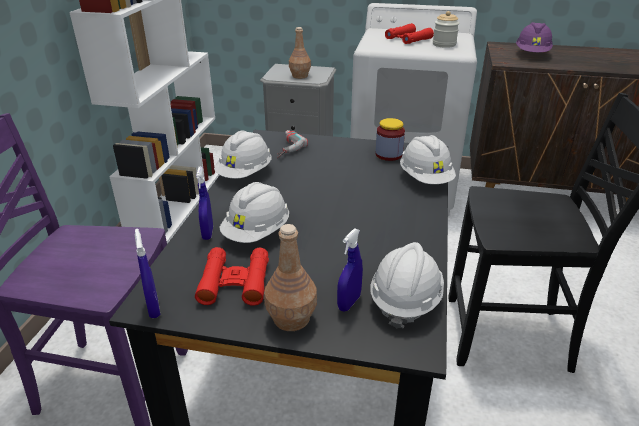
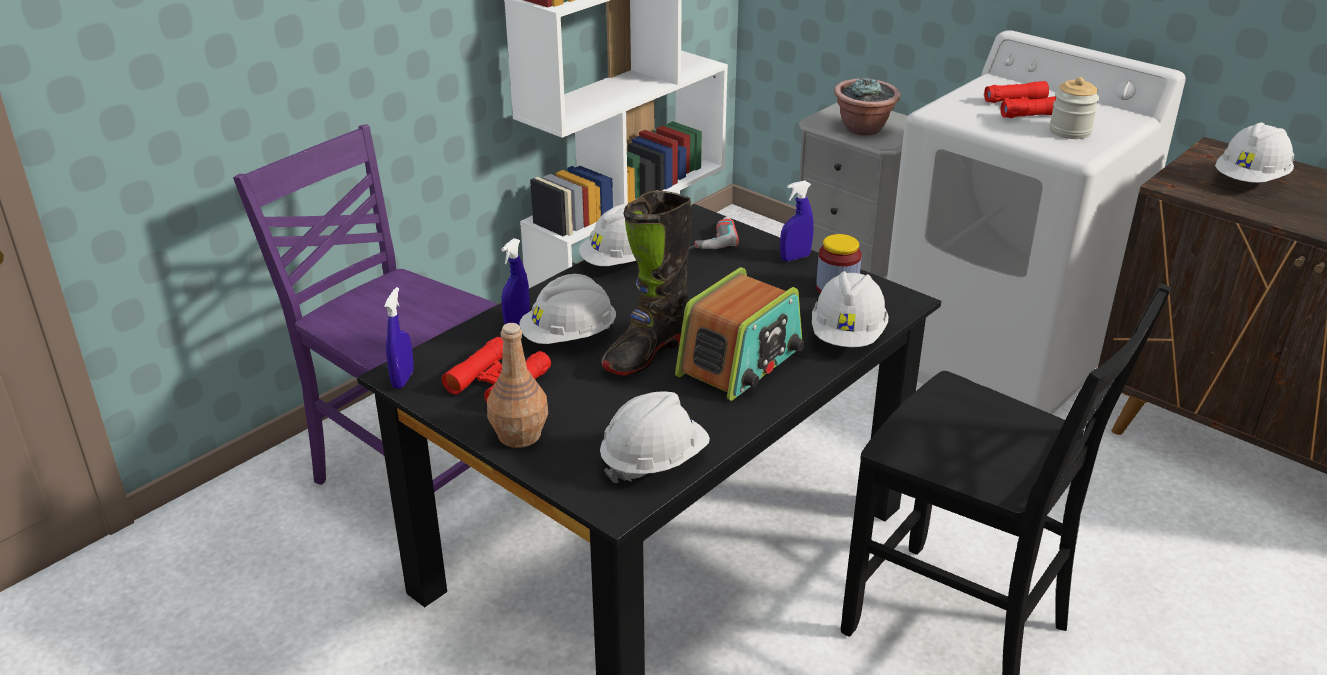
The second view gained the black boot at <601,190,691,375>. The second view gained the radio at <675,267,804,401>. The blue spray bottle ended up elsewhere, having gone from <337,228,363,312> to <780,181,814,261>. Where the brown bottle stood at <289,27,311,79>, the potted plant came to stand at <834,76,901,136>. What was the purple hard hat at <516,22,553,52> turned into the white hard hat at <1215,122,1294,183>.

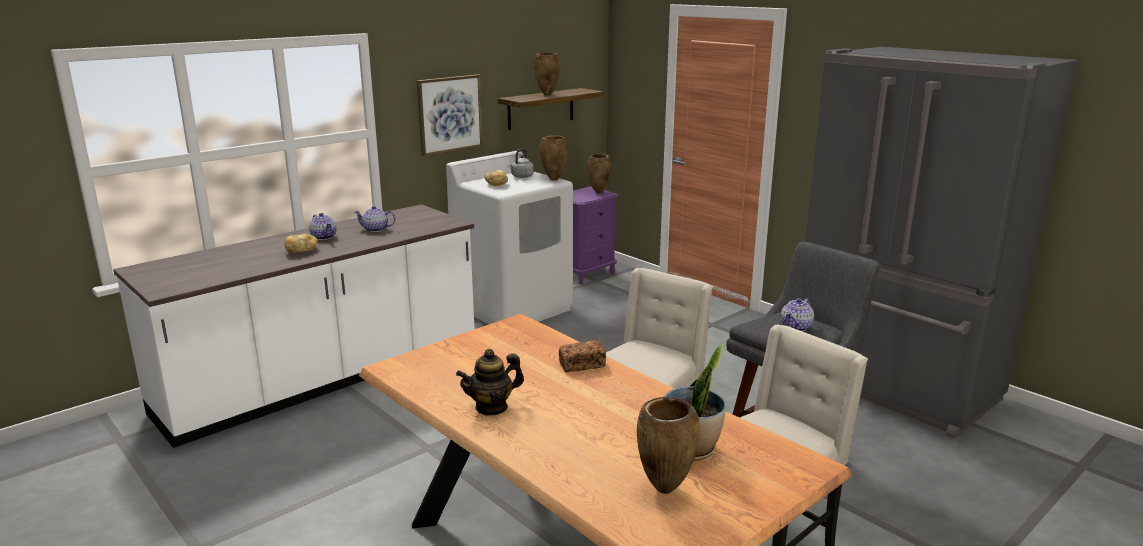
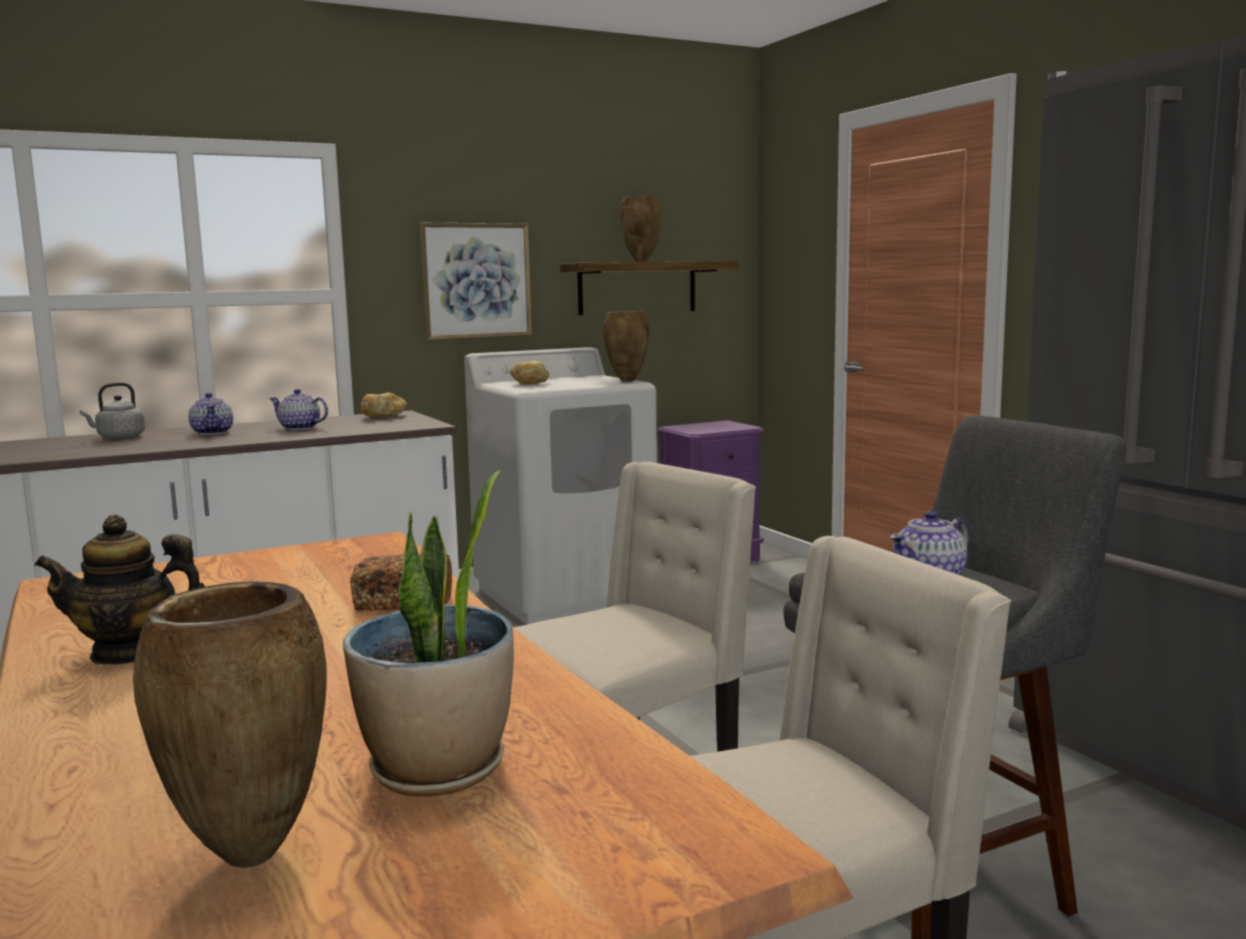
The second view lost the brown vase at <587,154,612,193>. The bread ended up elsewhere, having gone from <284,234,318,253> to <360,393,407,417>. The grey kettle ended up elsewhere, having gone from <510,148,534,178> to <80,383,145,439>.

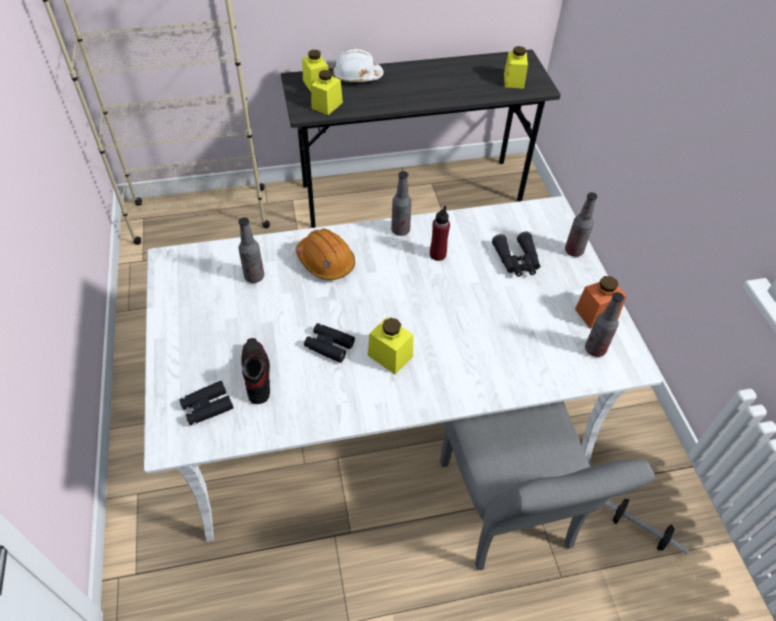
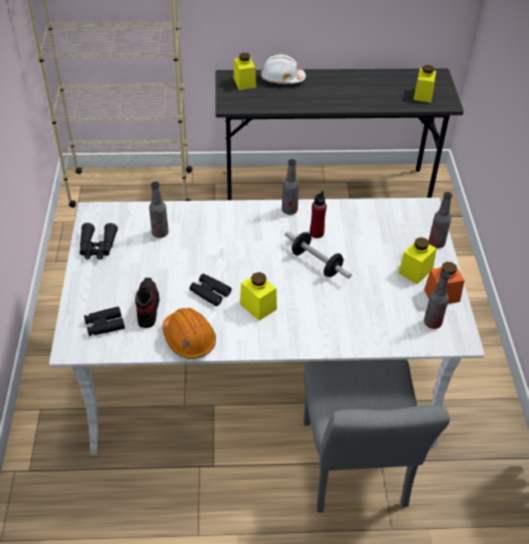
The orange hard hat ended up elsewhere, having gone from <296,229,355,280> to <162,308,216,359>. The yellow jar ended up elsewhere, having gone from <311,70,343,115> to <399,237,437,284>. The black binoculars ended up elsewhere, having gone from <492,232,540,277> to <80,223,118,260>. The dumbbell ended up elsewhere, having gone from <604,499,689,554> to <285,231,352,279>.

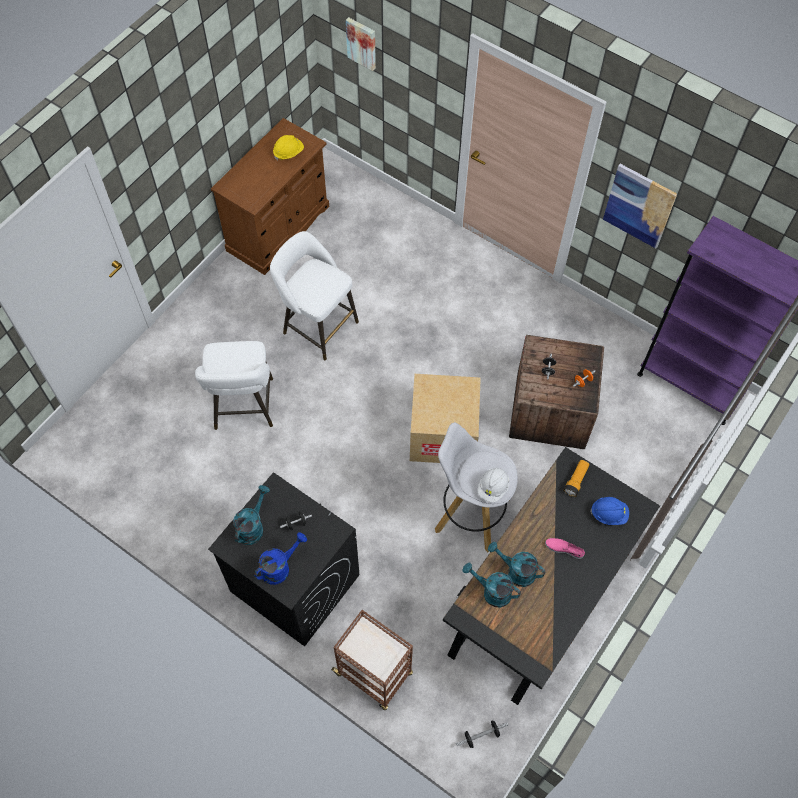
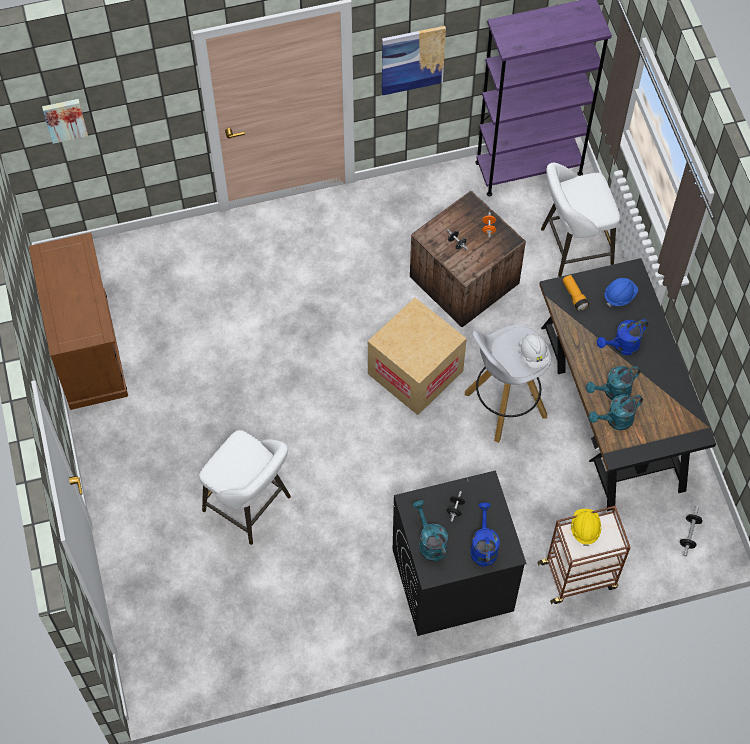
The white stool ended up elsewhere, having gone from <270,231,359,360> to <541,163,620,277>. The yellow hard hat ended up elsewhere, having gone from <273,135,304,161> to <571,509,601,546>. Where the pink shoe stood at <545,538,585,559>, the blue watering can came to stand at <597,319,648,355>.

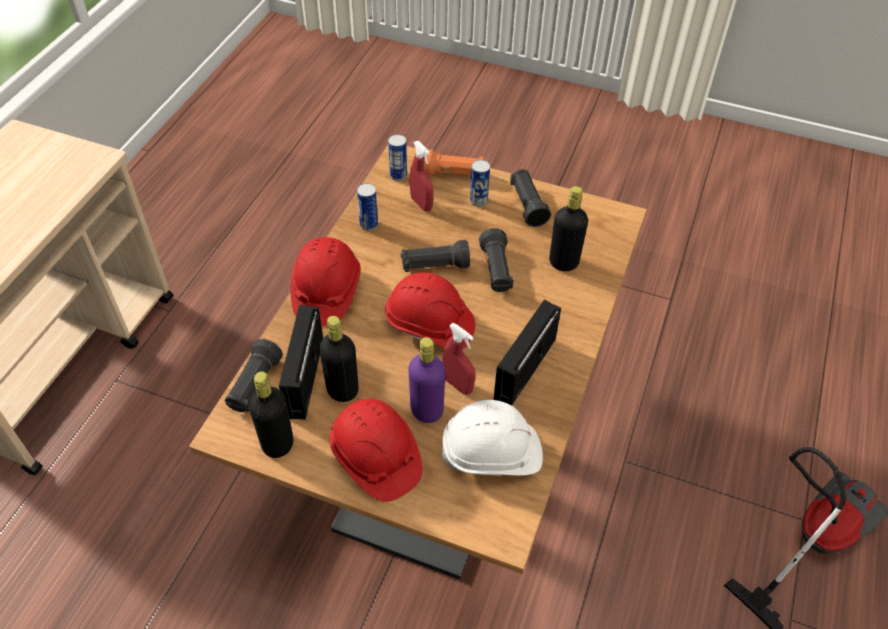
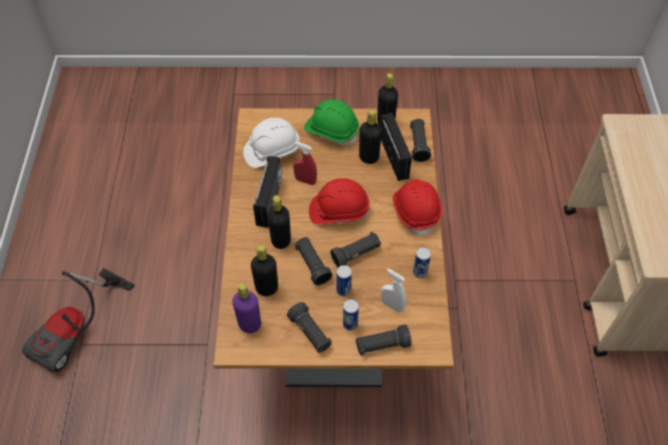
The second view gained the black bottle at <267,195,291,249>. The can ended up elsewhere, having gone from <388,134,407,181> to <337,265,352,296>. The purple bottle ended up elsewhere, having gone from <408,337,446,423> to <232,283,261,333>. What was the red hard hat at <329,399,423,502> turned into the green hard hat at <304,99,359,146>. What was the red spray bottle at <410,141,433,211> turned into the white spray bottle at <381,269,407,313>. What was the orange flashlight at <424,149,484,176> turned into the black flashlight at <355,325,412,356>.

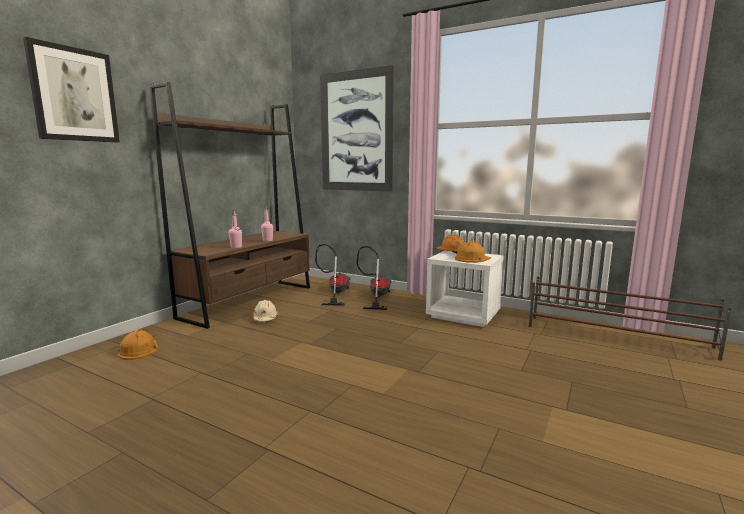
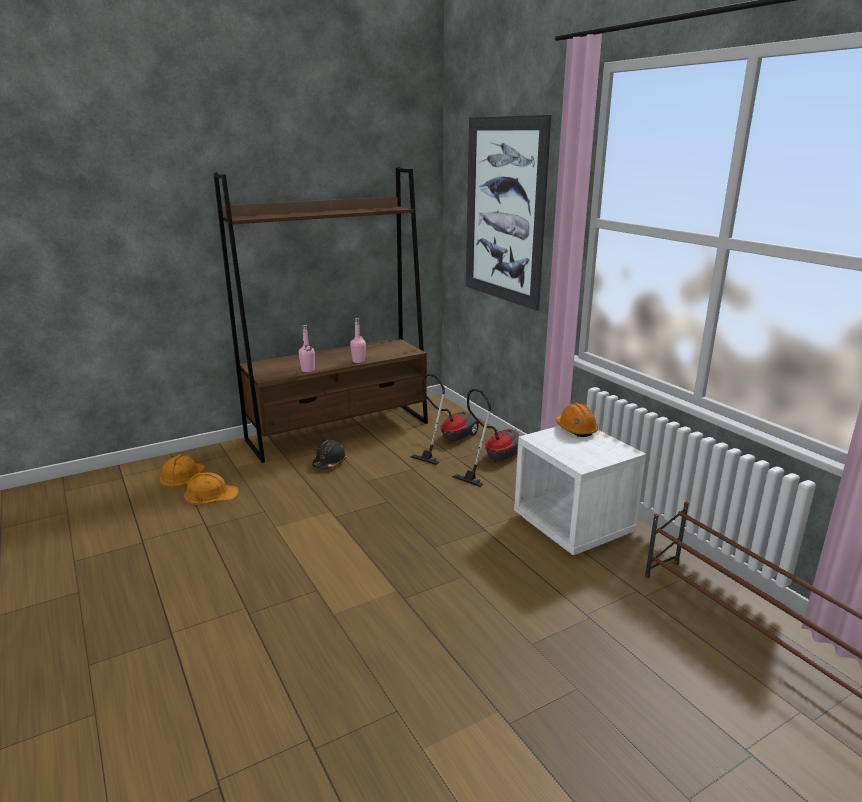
The second view lost the picture at <23,37,120,143>. The orange hard hat ended up elsewhere, having gone from <455,241,491,263> to <184,472,238,505>. What was the beige hard hat at <253,300,278,321> turned into the black hard hat at <312,440,347,469>.

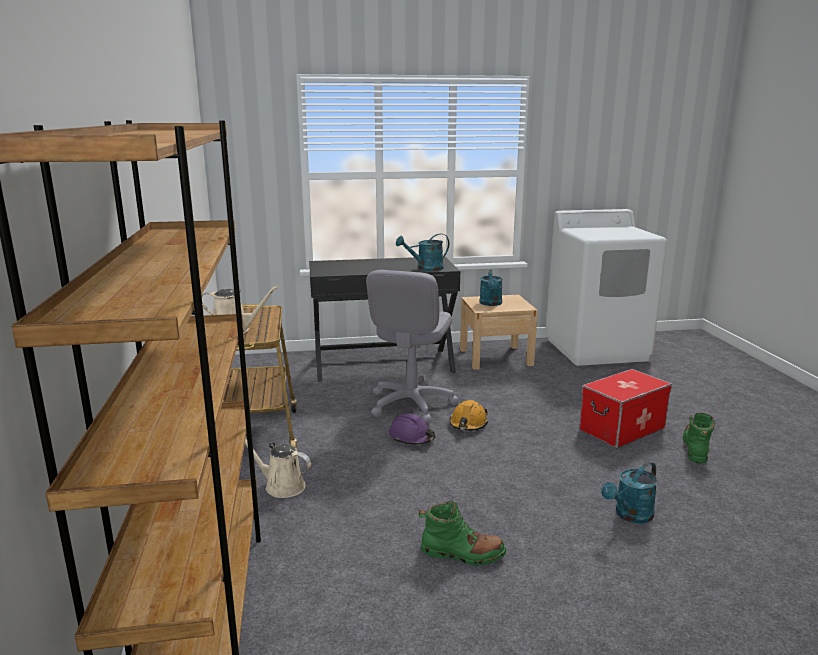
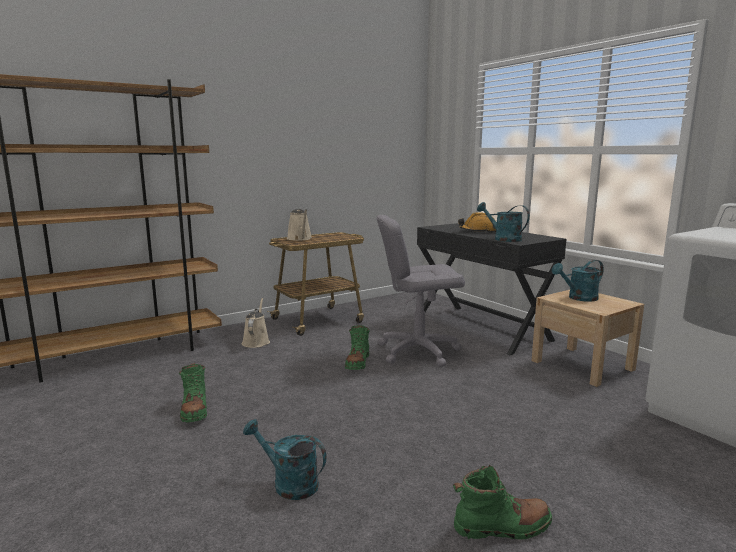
The second view lost the storage box at <579,369,672,448>. The orange hard hat ended up elsewhere, having gone from <449,400,488,431> to <458,212,496,233>. Where the purple hard hat stood at <389,413,435,445>, the green boot came to stand at <345,325,370,370>.

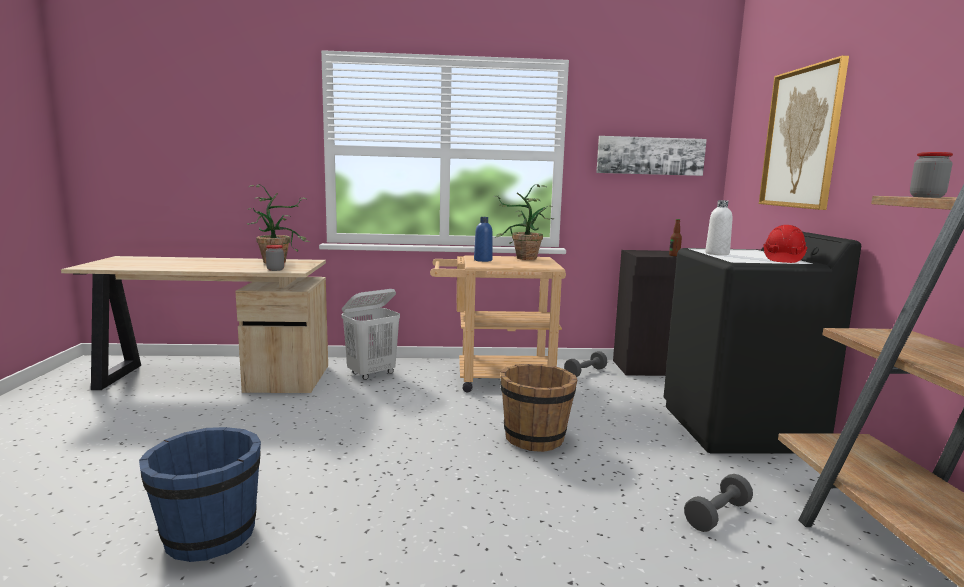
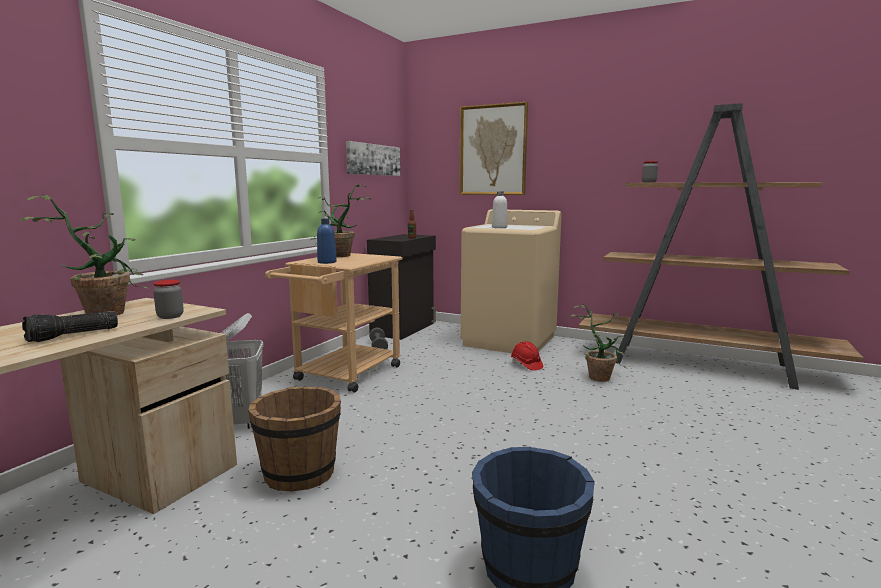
The second view gained the flashlight at <22,311,118,342>. The brown bucket ended up elsewhere, having gone from <500,364,578,452> to <248,386,341,491>. The red hard hat ended up elsewhere, having gone from <763,225,807,263> to <511,341,543,371>. Where the grey dumbbell stood at <684,474,753,532>, the potted plant came to stand at <569,304,629,382>. What was the black washing machine at <663,232,861,454> turned into the beige washing machine at <461,209,562,353>.

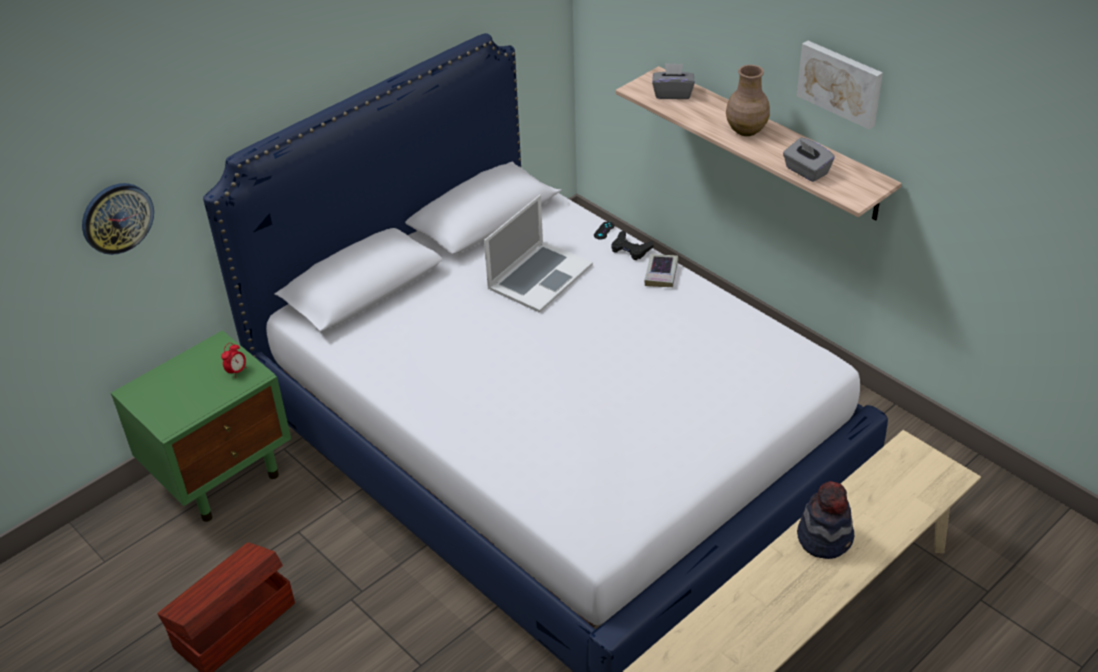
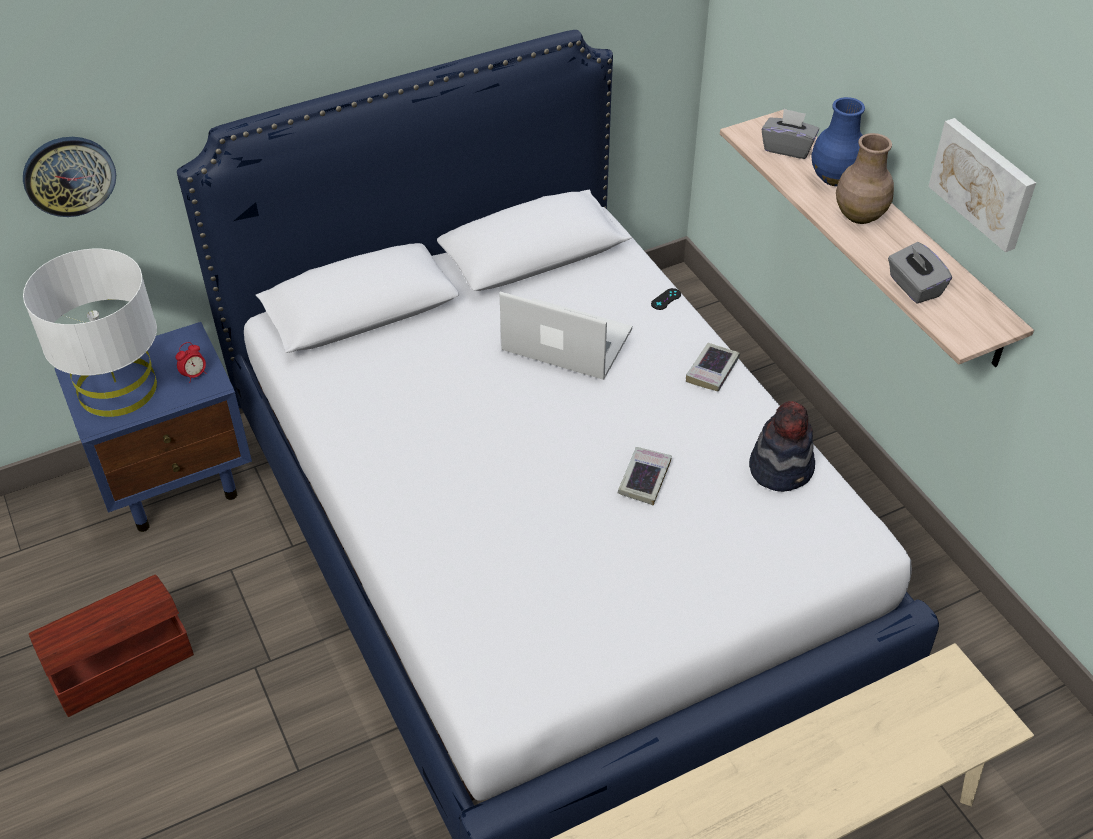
The second view lost the black game controller at <611,230,653,260>. The second view gained the white table lamp at <23,249,157,417>. The second view gained the book at <618,447,672,505>. The second view gained the blue vase at <811,97,865,186>. The hat ended up elsewhere, having gone from <797,481,854,559> to <749,401,815,492>. What was the green nightstand at <111,330,291,522> turned into the blue nightstand at <54,322,252,532>. The laptop at <484,195,593,313> ended up facing another way, 120 degrees counterclockwise from before.

